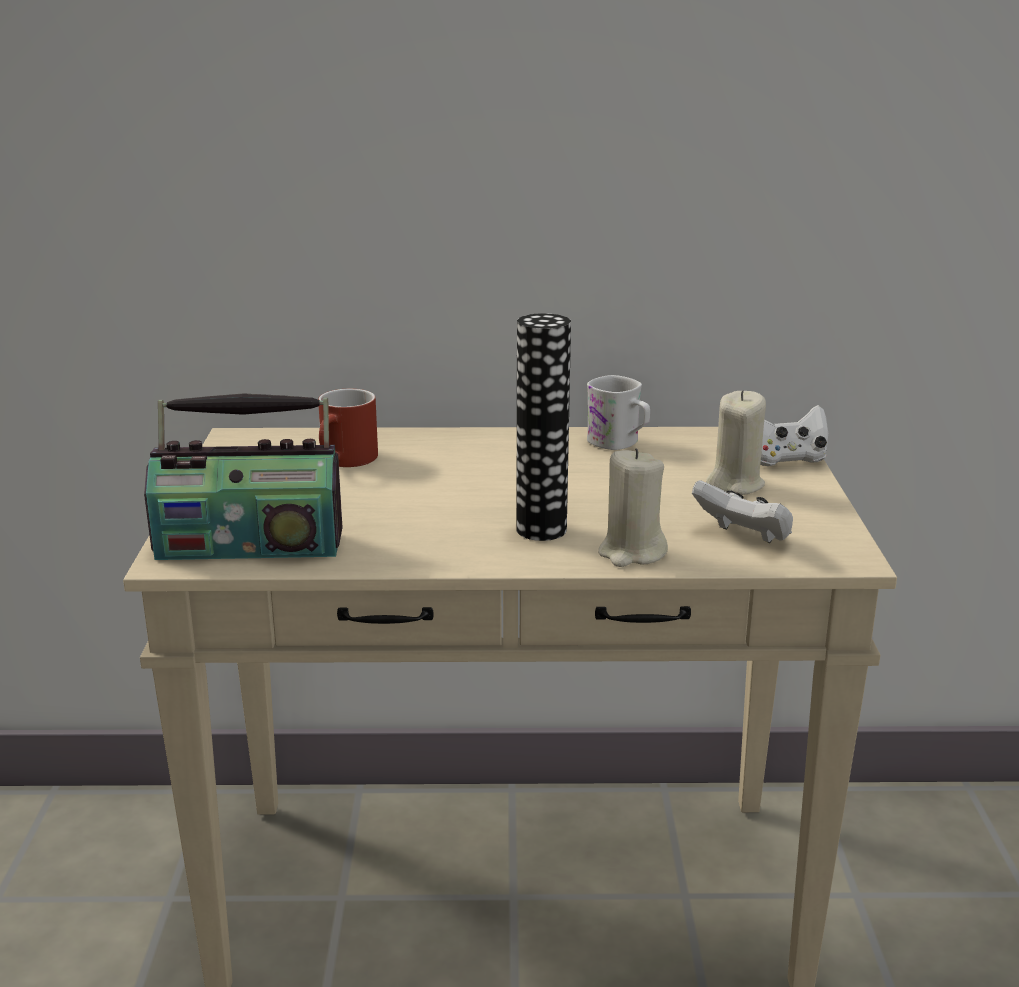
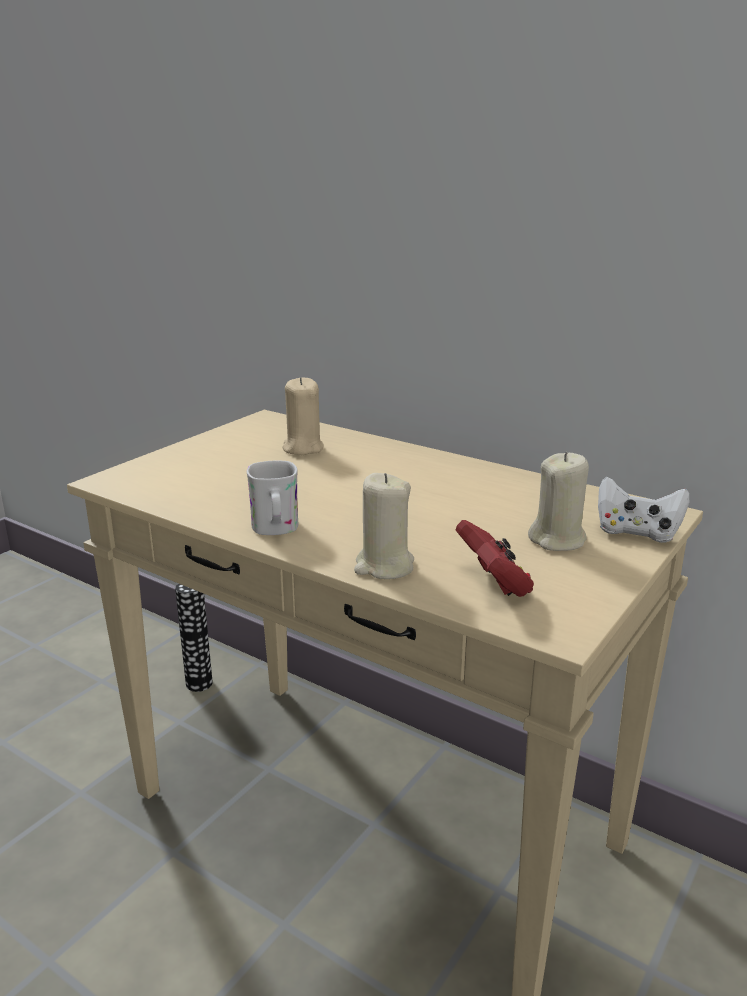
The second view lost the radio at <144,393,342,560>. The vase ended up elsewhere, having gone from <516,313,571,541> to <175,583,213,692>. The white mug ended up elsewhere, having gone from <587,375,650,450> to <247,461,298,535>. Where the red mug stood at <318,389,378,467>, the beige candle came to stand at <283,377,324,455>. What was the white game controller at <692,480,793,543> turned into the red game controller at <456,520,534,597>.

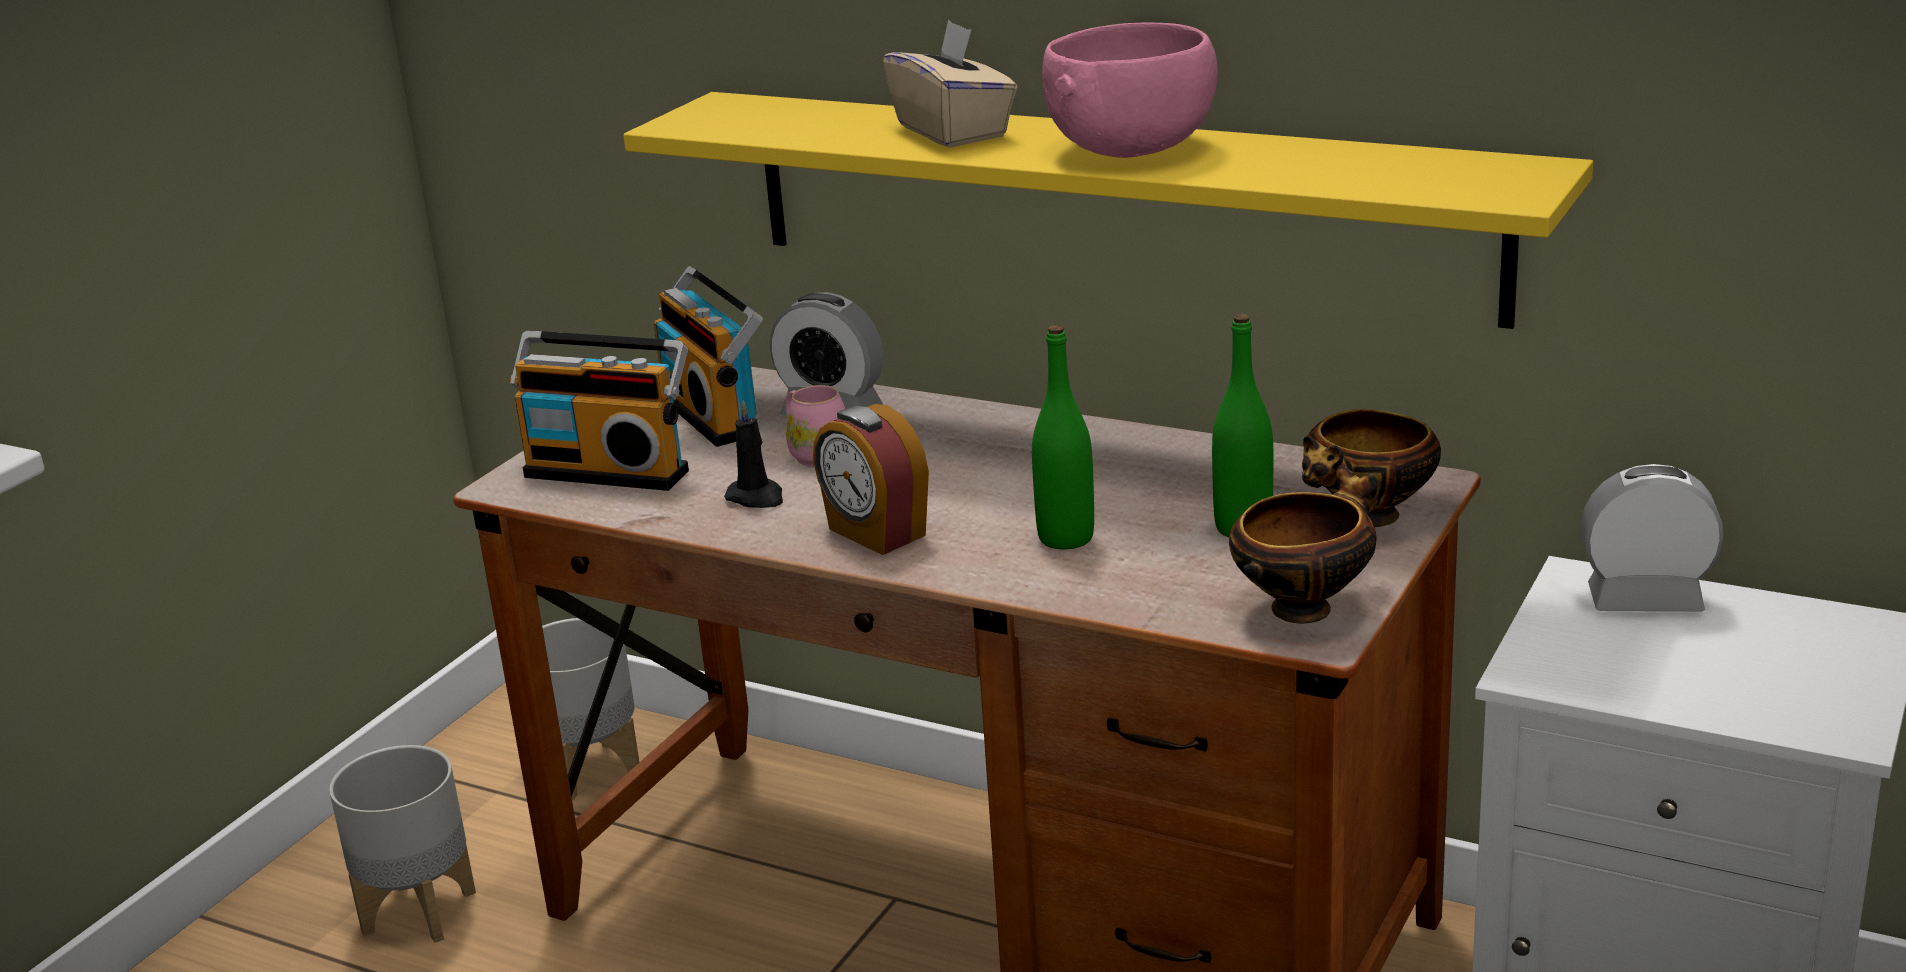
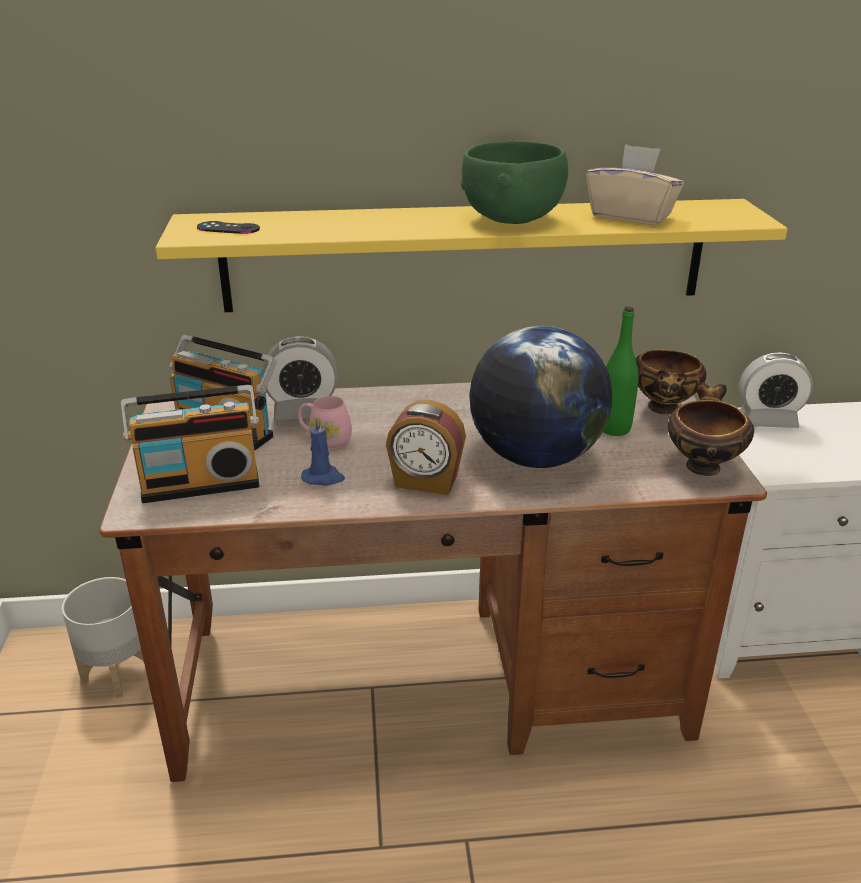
The second view lost the grey planter at <329,745,476,943>. The second view gained the black game controller at <197,221,260,234>. The beige tissue box ended up elsewhere, having gone from <883,19,1017,148> to <586,144,684,225>. Where the green bottle stood at <1032,325,1094,549>, the globe came to stand at <469,326,612,468>. What was the black candle at <724,400,783,508> turned into the blue candle at <301,416,345,486>. What was the pink bowl at <1042,23,1218,158> turned into the green bowl at <461,141,568,224>. The alarm clock at <1581,464,1723,612> ended up facing another way, 150 degrees counterclockwise from before.

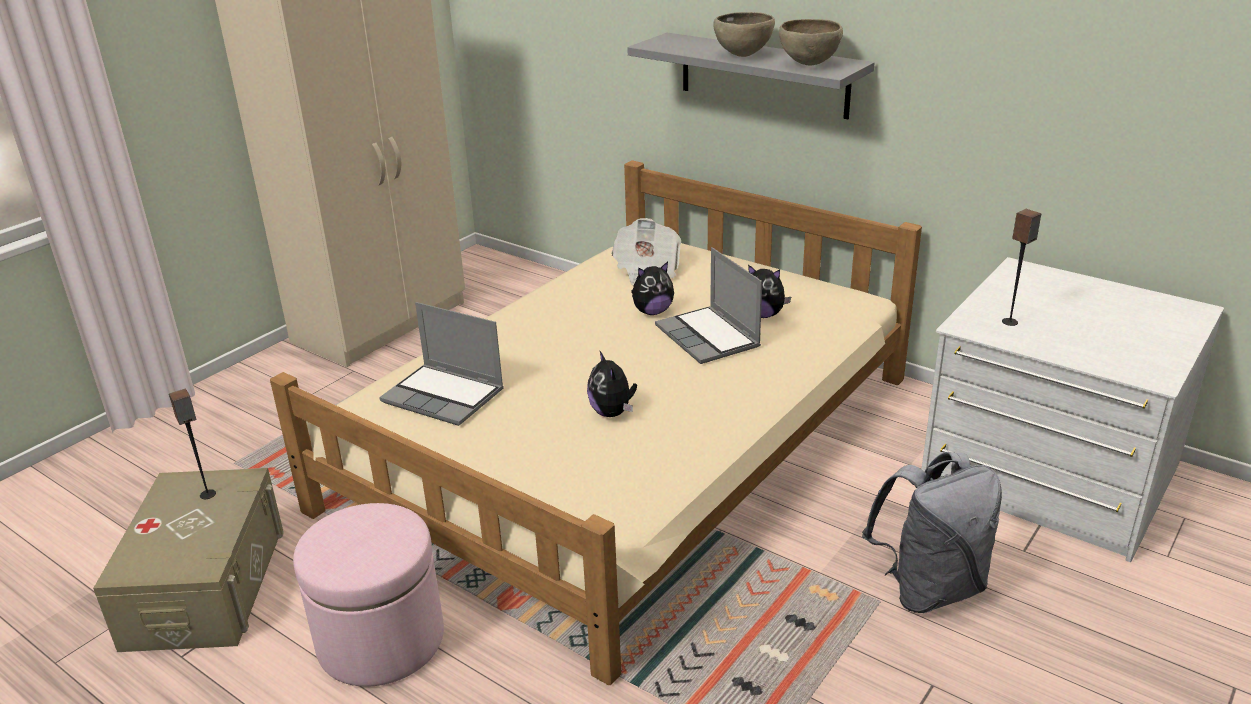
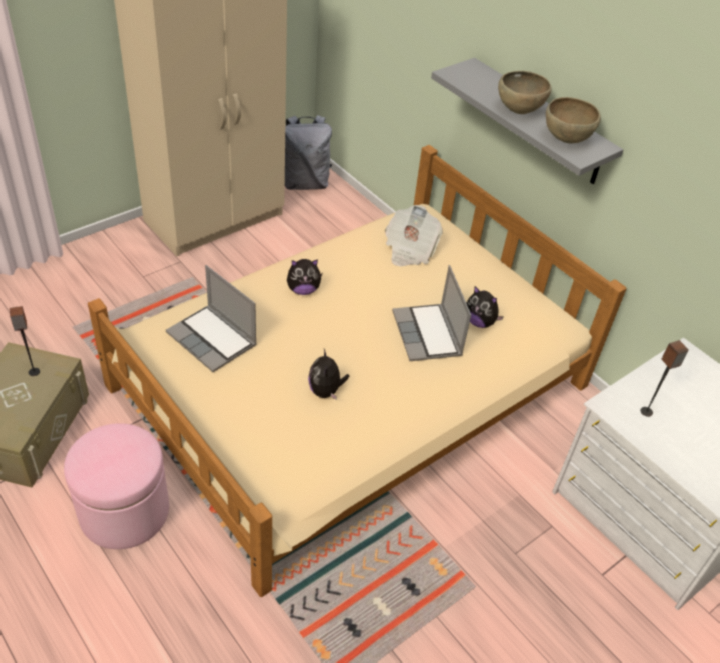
The plush toy ended up elsewhere, having gone from <631,262,674,315> to <287,259,322,295>. The grey backpack ended up elsewhere, having gone from <862,452,1002,613> to <285,115,333,190>.

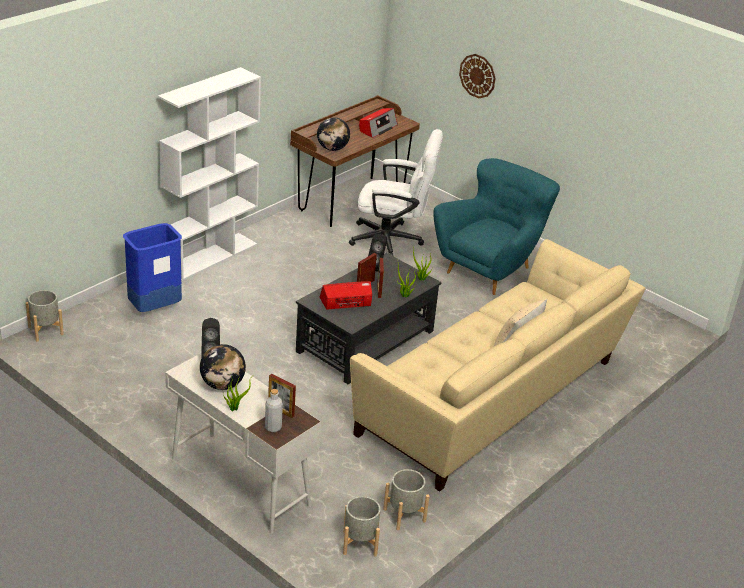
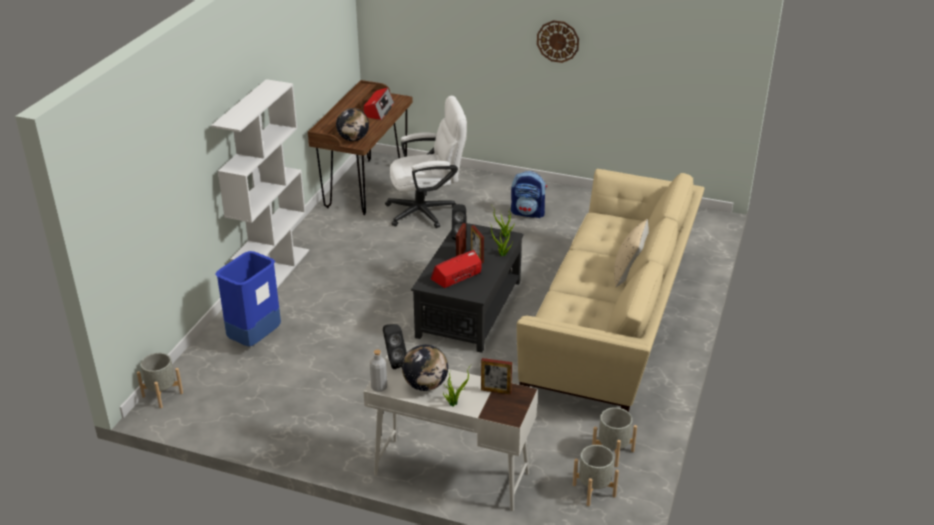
The grey bottle ended up elsewhere, having gone from <265,389,283,432> to <370,350,387,392>. The wall clock ended up elsewhere, having gone from <459,54,495,98> to <537,20,579,63>. Where the turquoise armchair stood at <433,158,560,295>, the backpack came to stand at <511,171,547,218>.

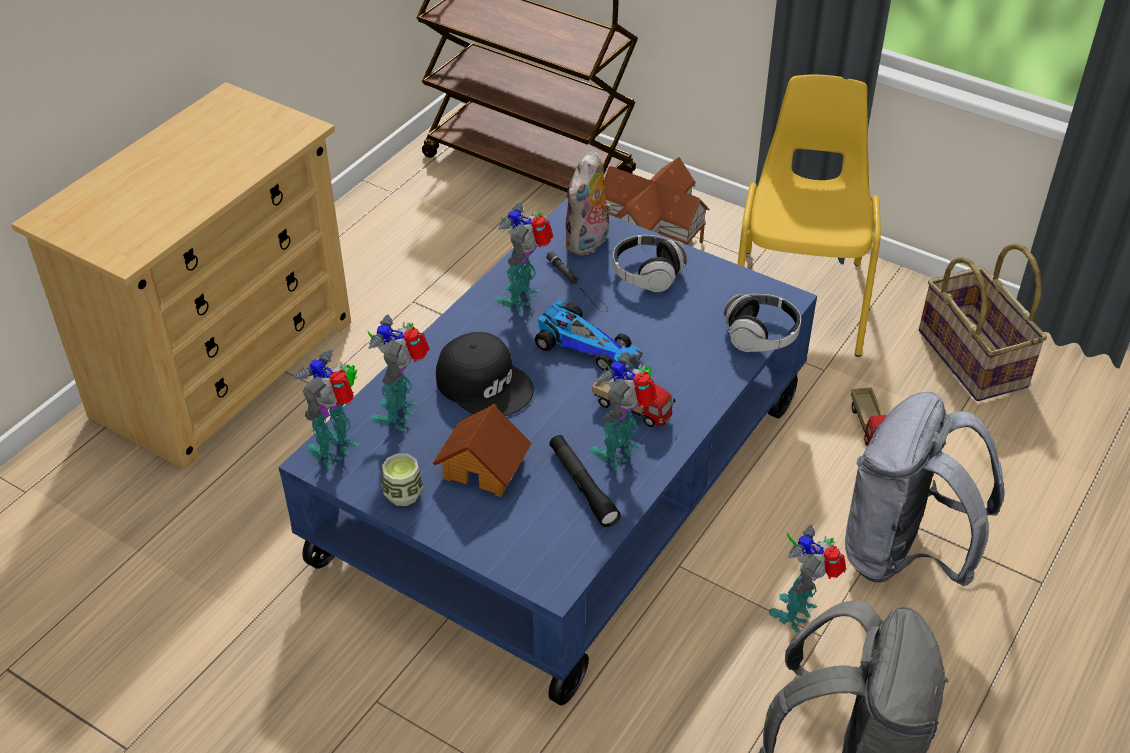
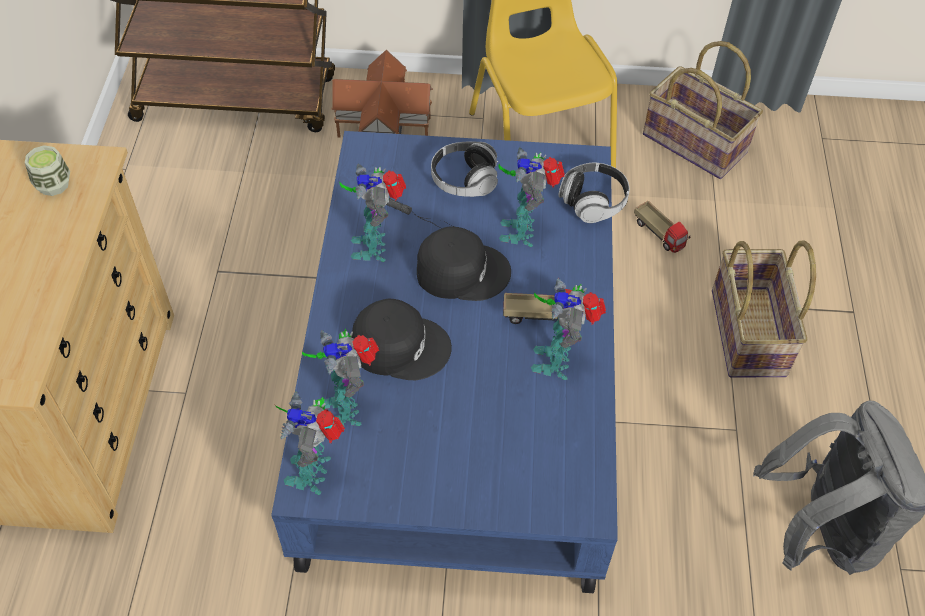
The second view lost the toy house at <433,404,532,497>. The second view lost the black flashlight at <549,435,621,527>. The second view lost the plush toy at <564,151,612,256>. The cup ended up elsewhere, having gone from <382,453,423,506> to <25,145,70,196>. The toy robot ended up elsewhere, having gone from <769,524,846,633> to <498,147,565,247>. Where the toy car stood at <535,299,643,372>, the black cap came to stand at <417,227,511,301>. Where the grey backpack stood at <845,391,1005,586>, the basket came to stand at <712,241,816,378>.

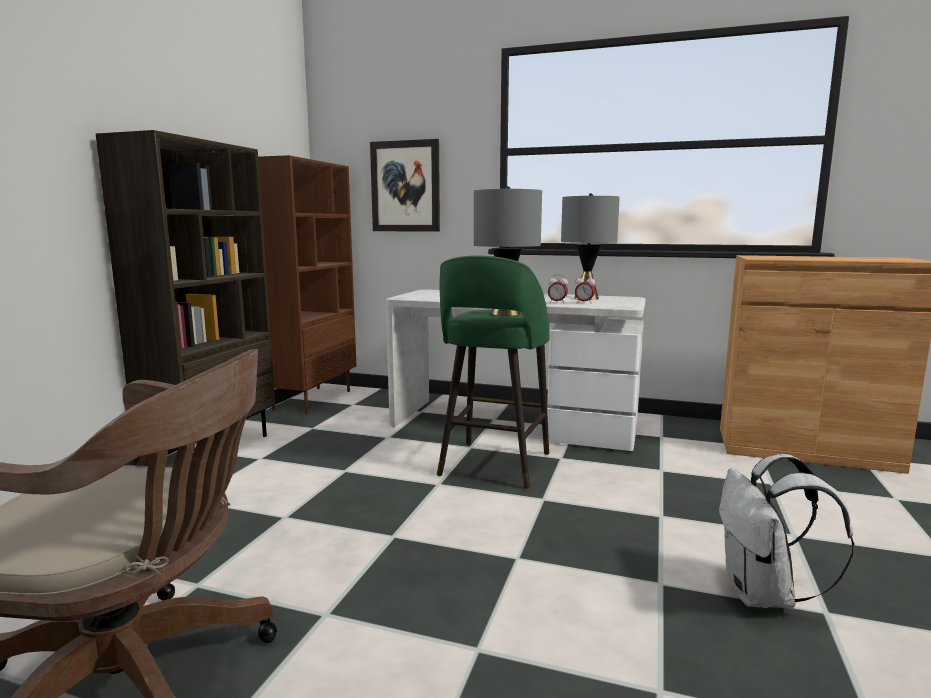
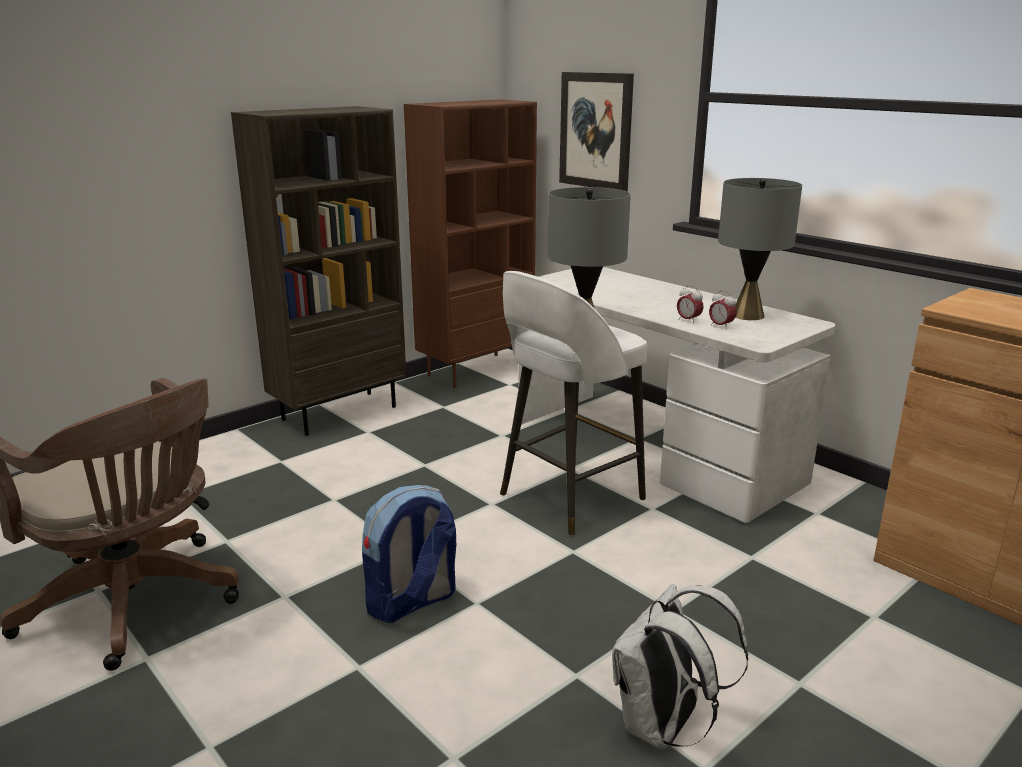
The second view gained the backpack at <362,485,456,623>. What was the green stool at <437,256,550,489> turned into the white stool at <500,271,647,536>.

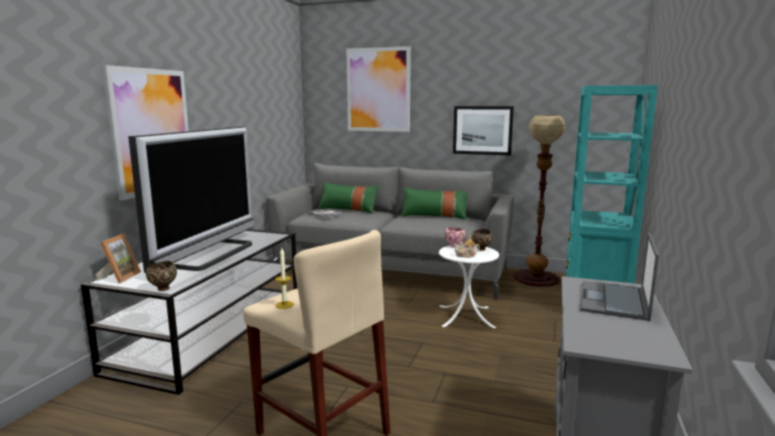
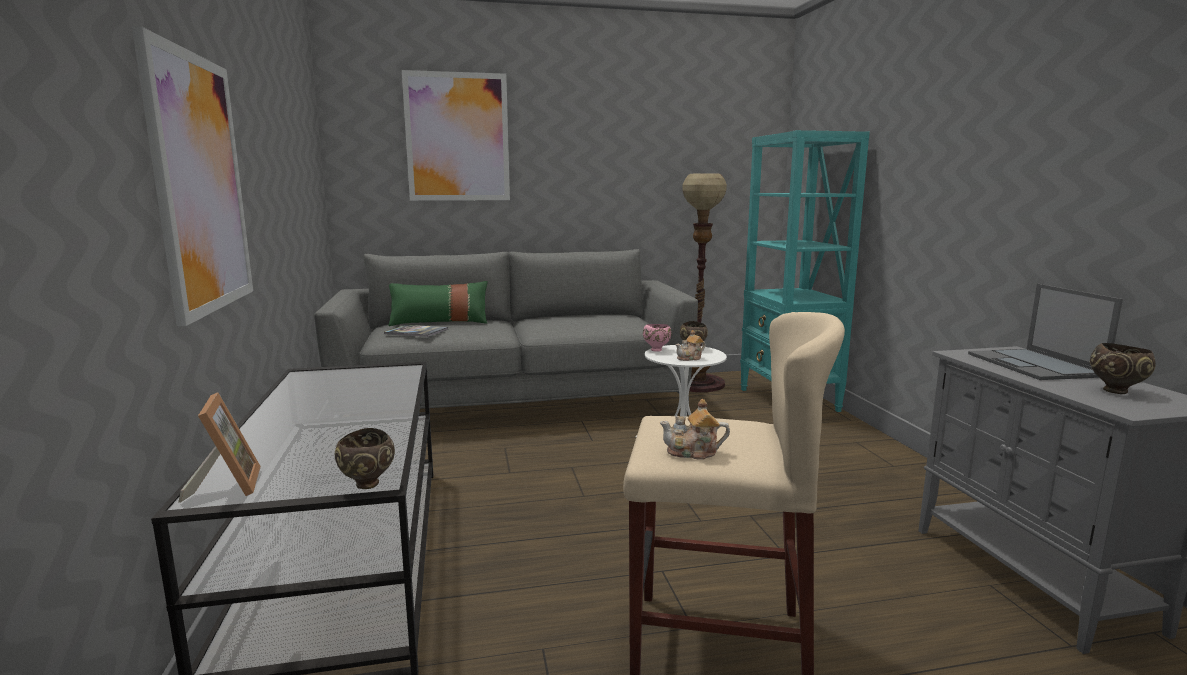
The second view lost the television at <128,127,254,273>. The second view lost the green pillow at <401,188,467,220>. The second view lost the picture at <453,106,514,155>. The second view gained the brown bowl at <1090,343,1156,394>. Where the candle stood at <275,248,294,309>, the teapot came to stand at <660,399,730,460>.

